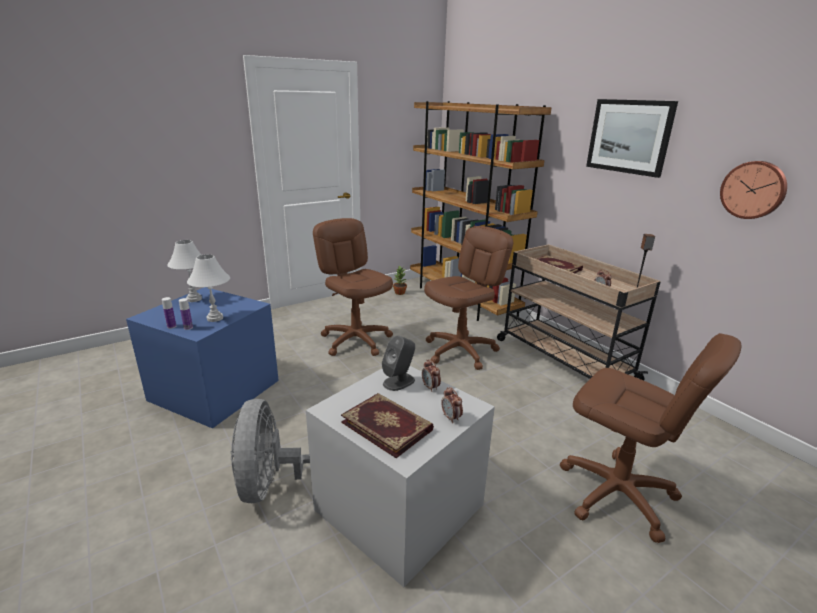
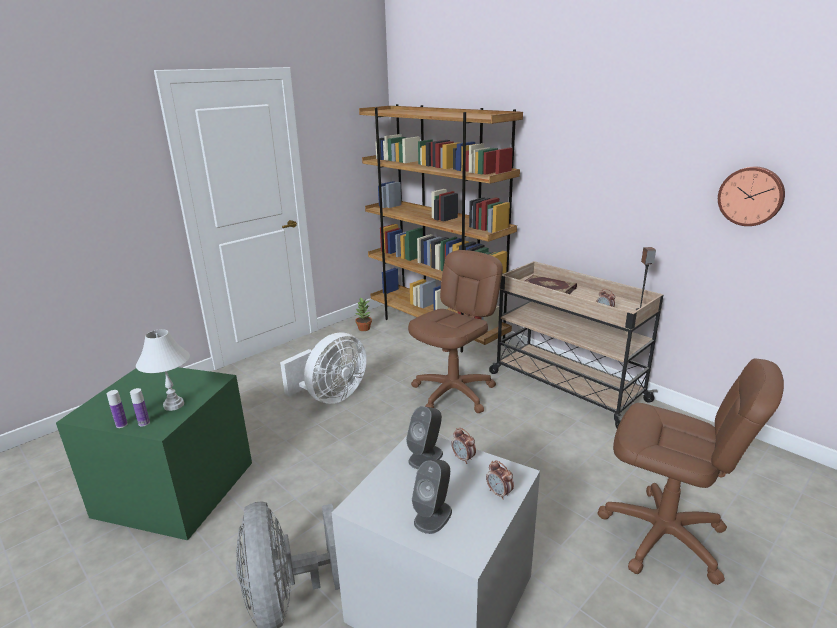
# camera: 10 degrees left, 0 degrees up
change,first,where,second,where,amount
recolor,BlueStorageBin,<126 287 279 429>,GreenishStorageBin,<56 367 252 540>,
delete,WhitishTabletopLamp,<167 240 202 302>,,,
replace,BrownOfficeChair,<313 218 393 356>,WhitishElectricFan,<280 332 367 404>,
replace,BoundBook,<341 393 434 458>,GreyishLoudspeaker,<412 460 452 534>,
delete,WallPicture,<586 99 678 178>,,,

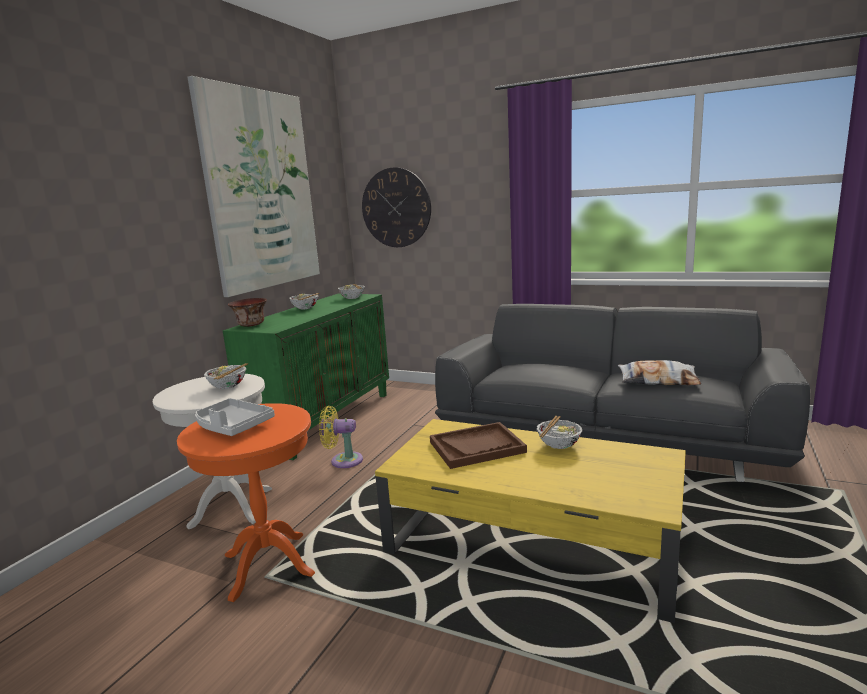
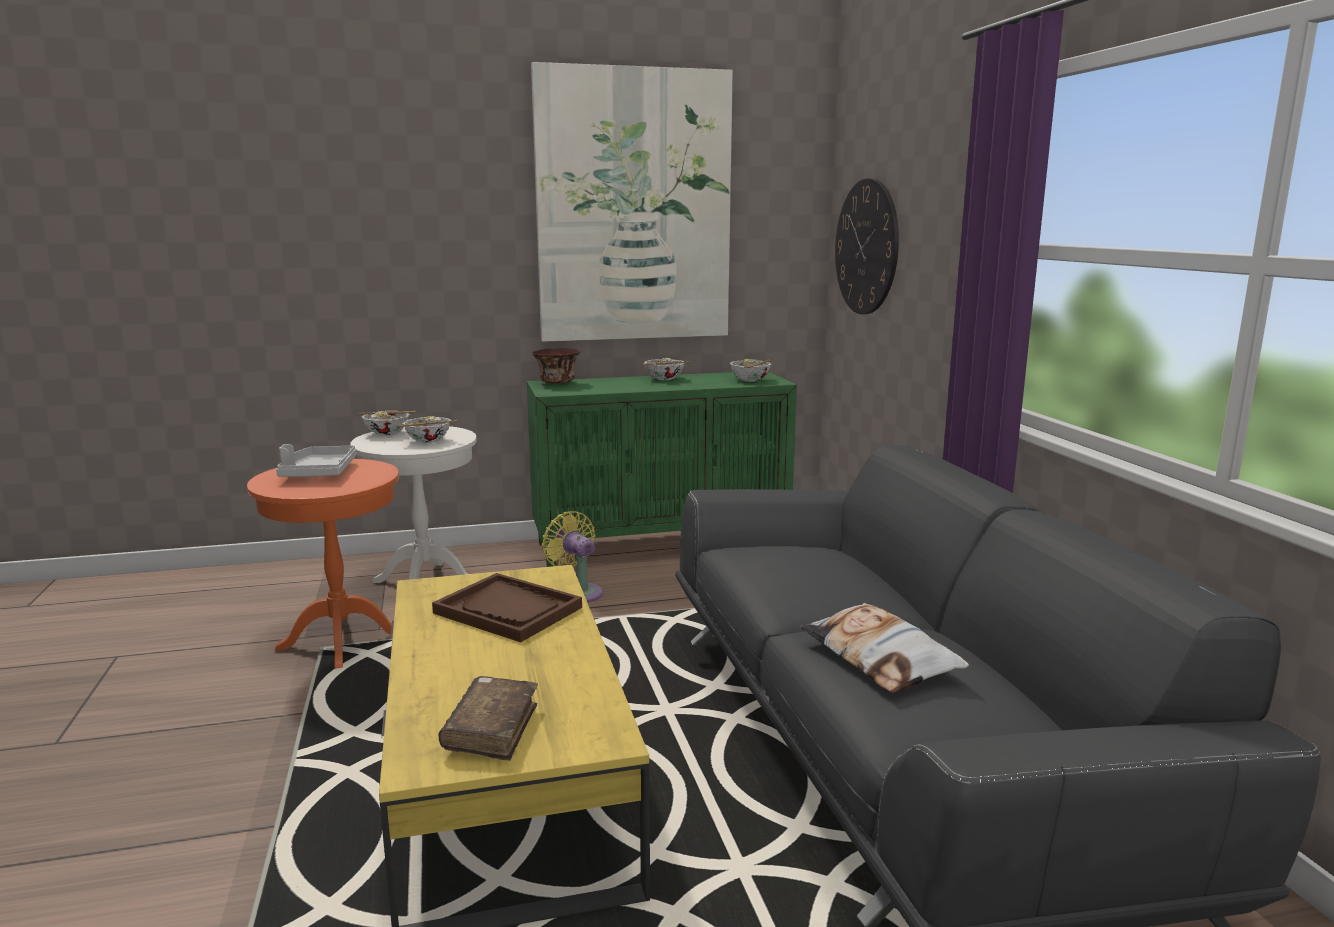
# camera: 50 degrees right, 0 degrees up
change,first,where,second,where,amount
move,Bowl,<537 416 583 449>,,<359 411 416 436>,
insert,,,BrownBoundBook,<439 676 538 761>,

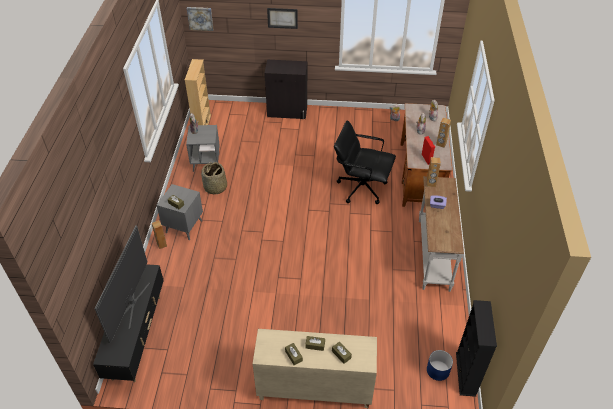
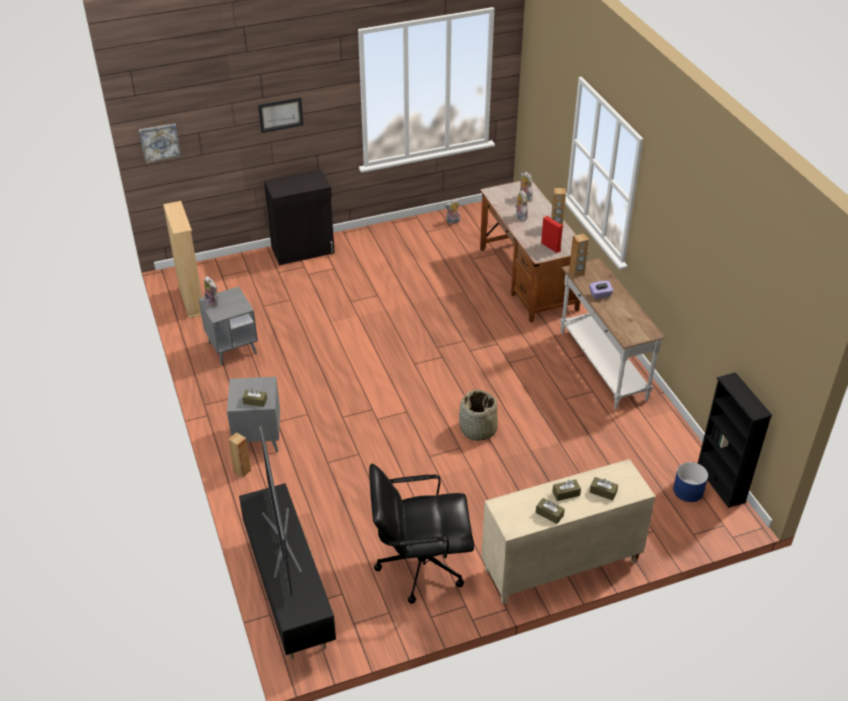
# camera: 25 degrees left, 5 degrees down
change,first,where,second,where,amount
move,Basket,<201 162 227 194>,,<459 389 498 441>,
move,BlackishOfficeChair,<334 120 396 204>,,<369 464 474 604>,

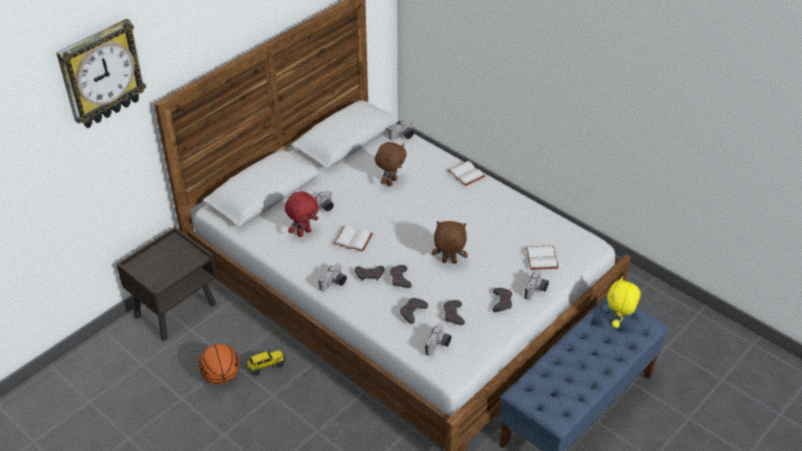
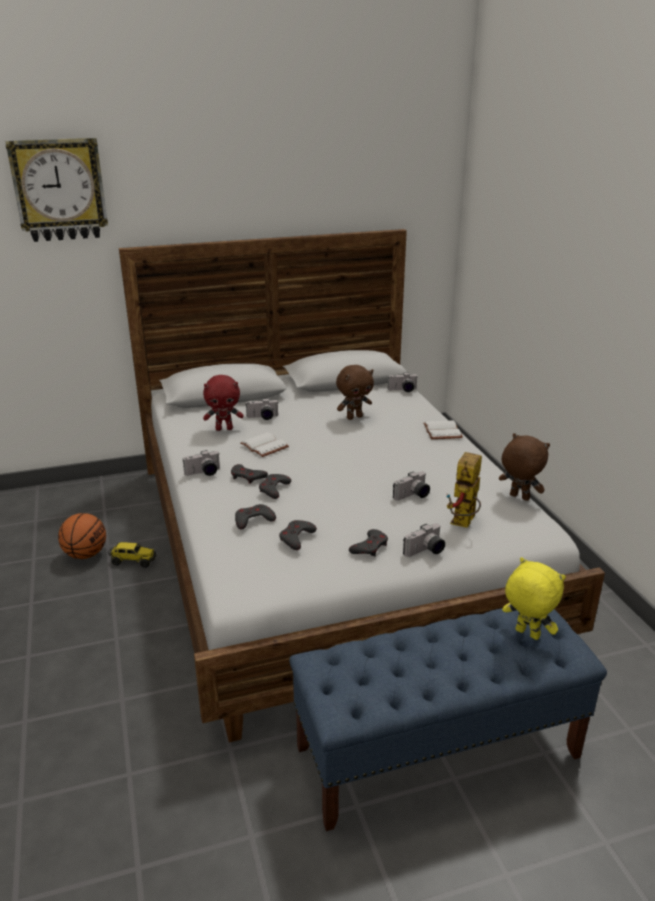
# camera: 30 degrees right, 15 degrees down
change,first,where,second,where,amount
delete,BrownNightTable,<116 227 217 341>,,,
move,StillCamera,<425 323 451 356>,,<393 471 430 501>,
move,BrownCuddlyToy,<432 221 468 264>,,<499 433 550 501>,
replace,WhitishBoundBook,<526 245 559 270>,RobotFigure,<446 452 482 528>,
rotate,YellowishCuddlyToy,<607 277 641 328>,,<502 557 566 640>,75 degrees clockwise

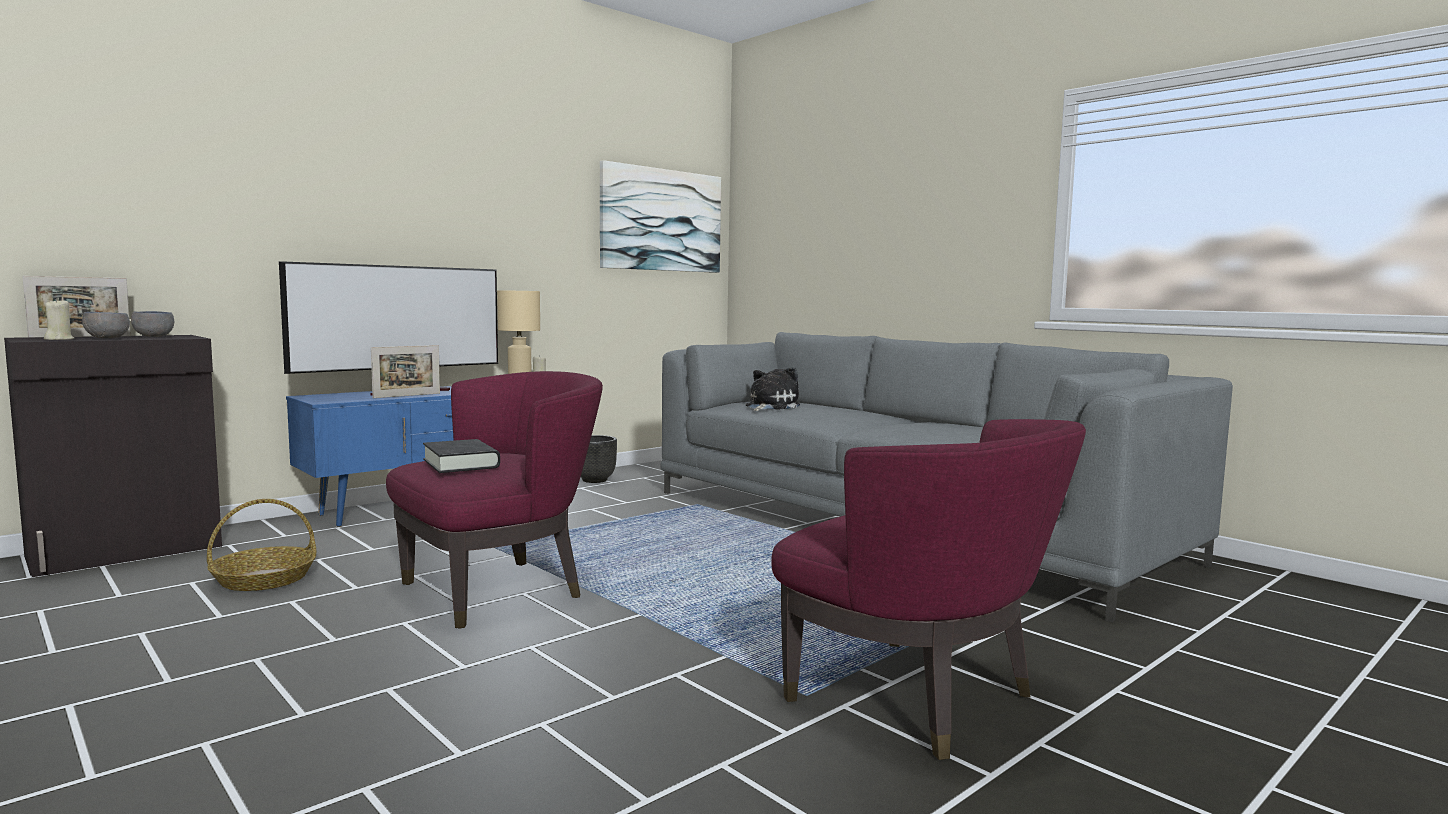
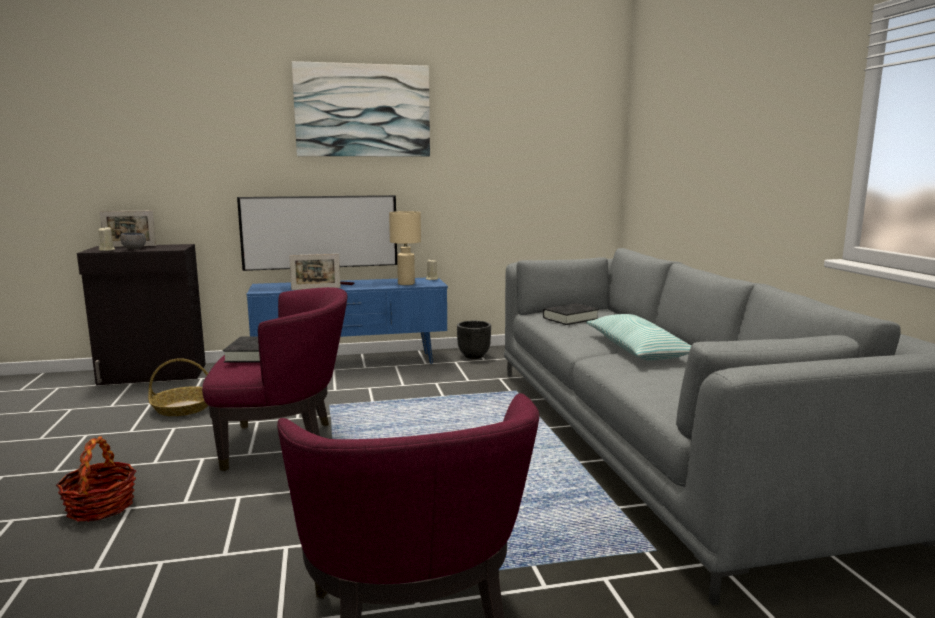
# camera: 30 degrees right, 5 degrees up
change,first,where,second,where,amount
delete,GreyishBowl,<131 311 174 337>,,,
move,WallPicture,<600 160 721 273>,,<292 61 430 157>,
replace,CuddlyToy,<745 367 800 411>,BlackishBoundBook,<543 303 599 325>,
insert,,,Basket,<56 436 136 522>,
insert,,,Cushion,<586 314 691 361>,

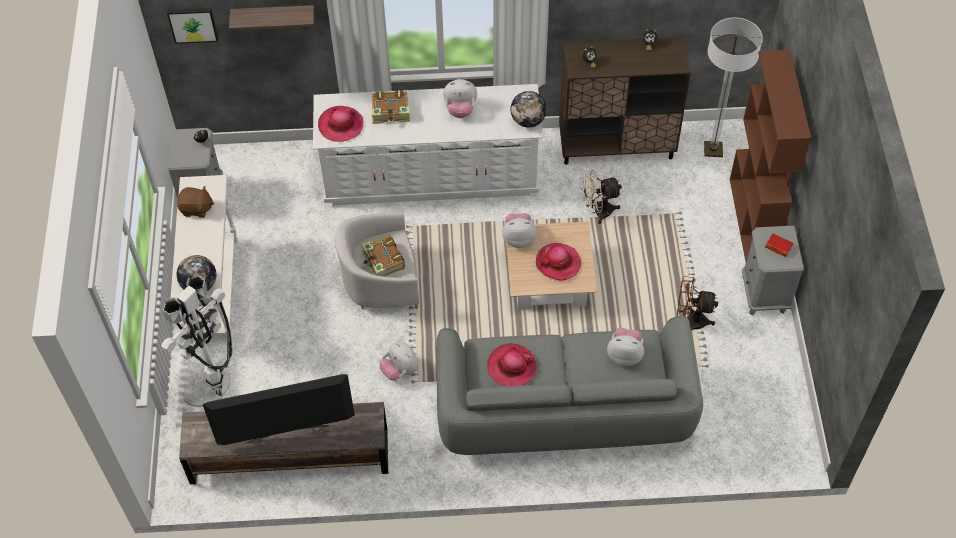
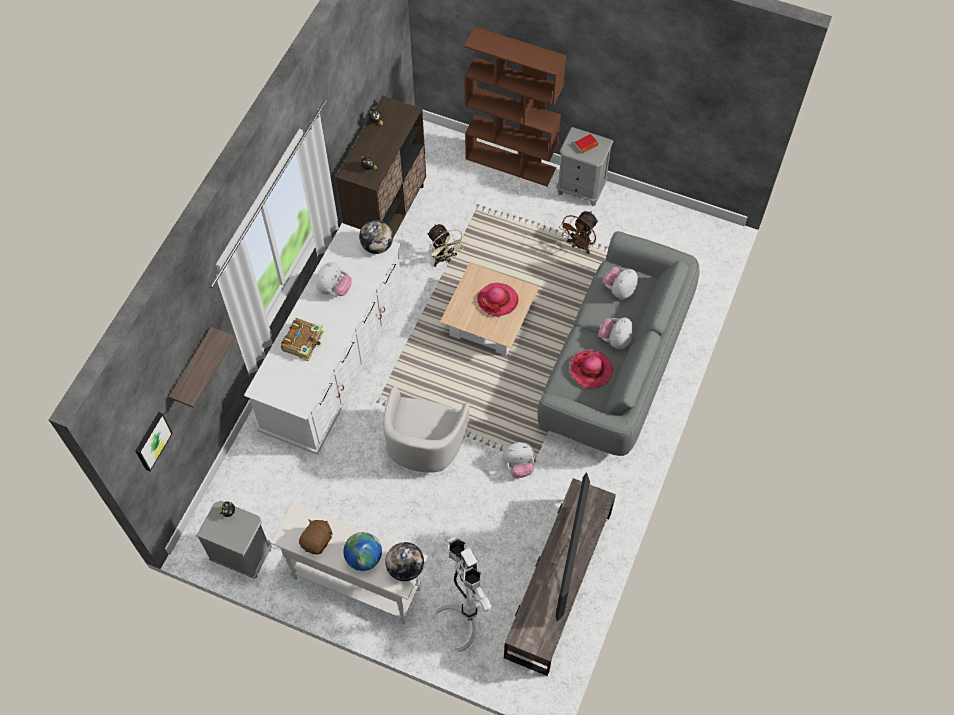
# camera: 65 degrees left, 5 degrees up
change,first,where,second,where,amount
delete,WearableHat,<318 106 363 142>,,,
delete,BoundBook,<362 235 405 277>,,,
move,CuddlyToy,<502 213 537 248>,,<598 317 633 349>,
rotate,BeigeElectricFan,<581 170 622 224>,,<427 224 466 267>,45 degrees counterclockwise
delete,FloorLamp,<704 17 763 157>,,,
insert,,,DeskGlobe,<343 532 382 571>,

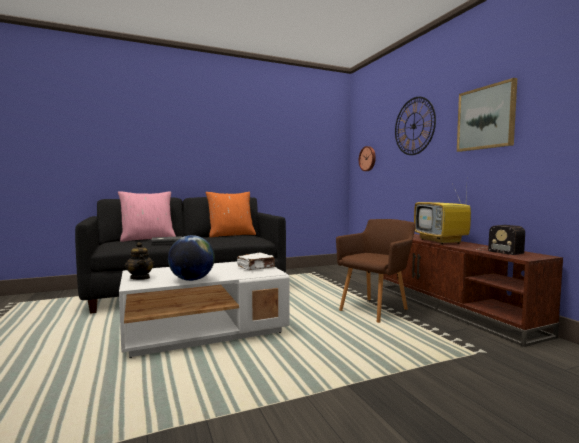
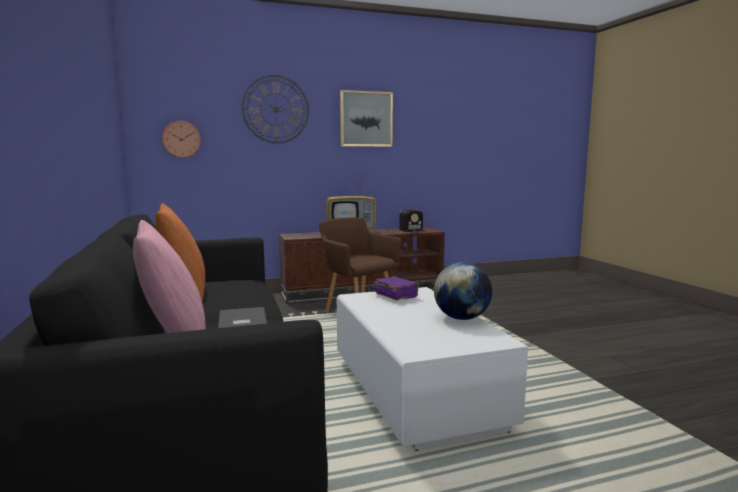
# camera: 85 degrees left, 5 degrees up
change,first,where,second,where,amount
delete,TeaPot,<125 242 154 280>,,,
recolor,WhitishBoundBook,<237 253 275 270>,PurplishBoundBook,<373 276 420 300>,

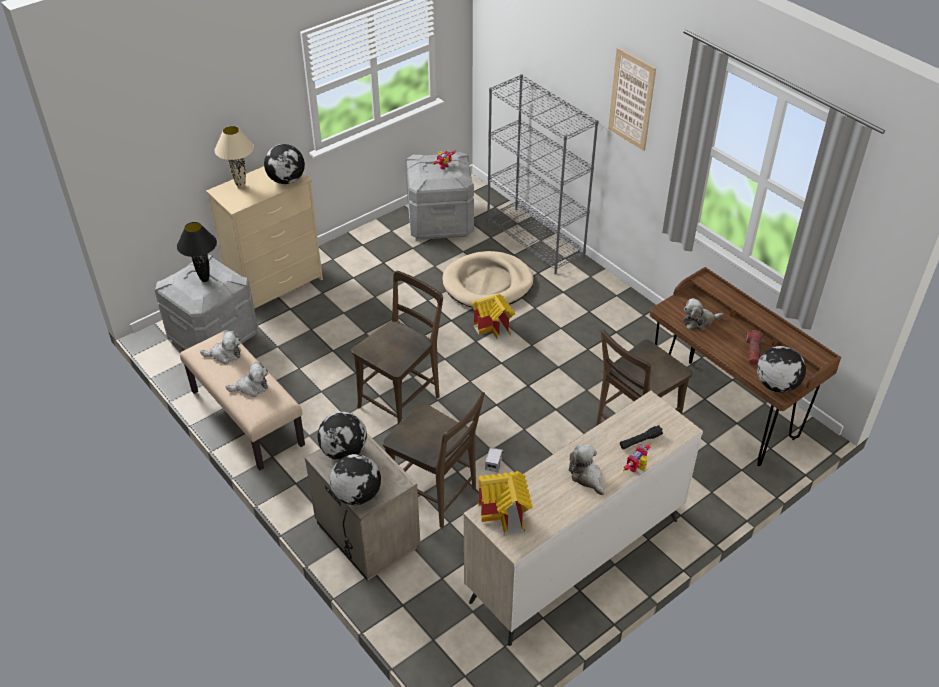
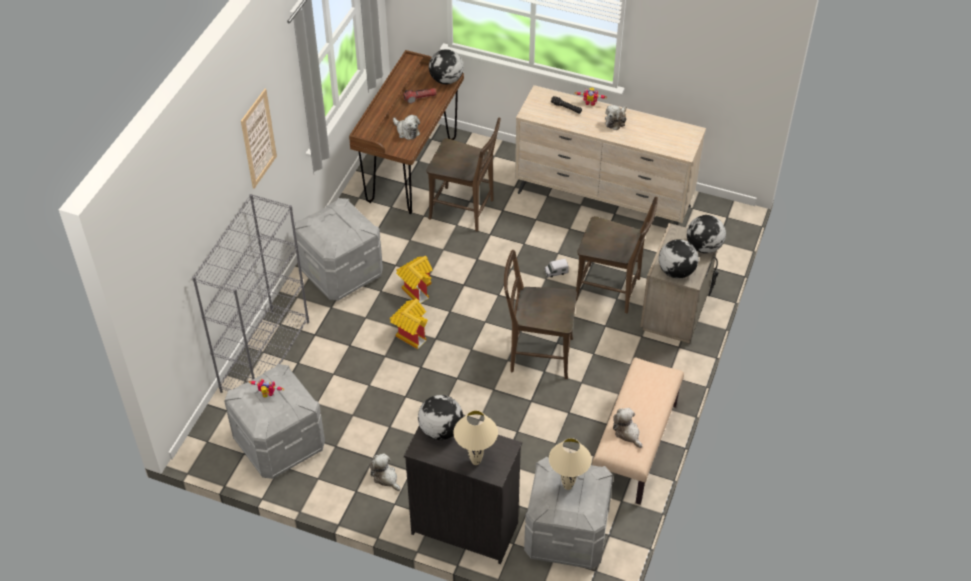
# camera: 120 degrees left, 5 degrees up
change,first,where,second,where,amount
recolor,BlackishTabletopLamp,<177 222 217 282>,BeigeTabletopLamp,<549 438 592 490>,
recolor,BeigeDrawerChest,<206 166 323 309>,BlackishDrawerChest,<404 426 522 564>,
move,CuddlyToy,<225 362 268 397>,,<370 453 401 491>,
rotate,BrownChair,<383 392 485 528>,,<576 197 658 313>,105 degrees clockwise
delete,BeigeDogCushion,<442 251 534 308>,,,
move,MiniatureHouse,<478 471 533 535>,,<396 256 432 303>,
insert,,,GreyishStorageBin,<295 198 383 301>,

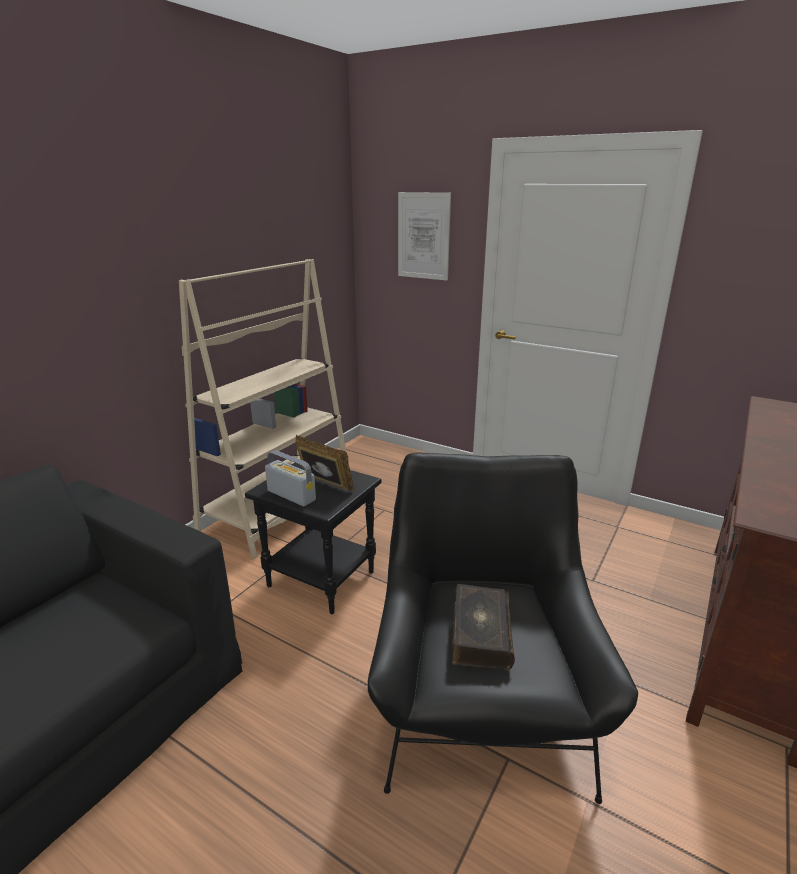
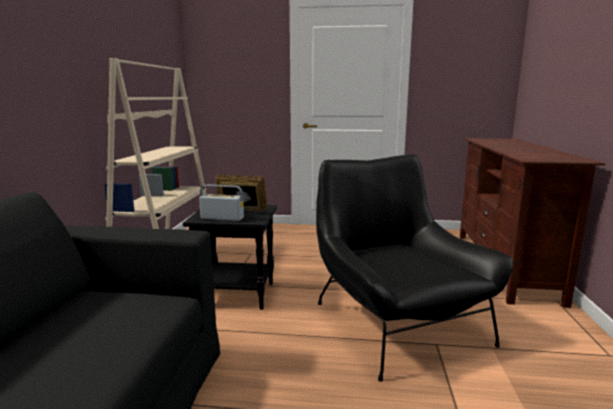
# camera: 25 degrees left, 10 degrees down
change,first,where,second,where,amount
delete,WallPicture,<398 192 451 280>,,,
delete,BoundBook,<452 584 515 671>,,,

